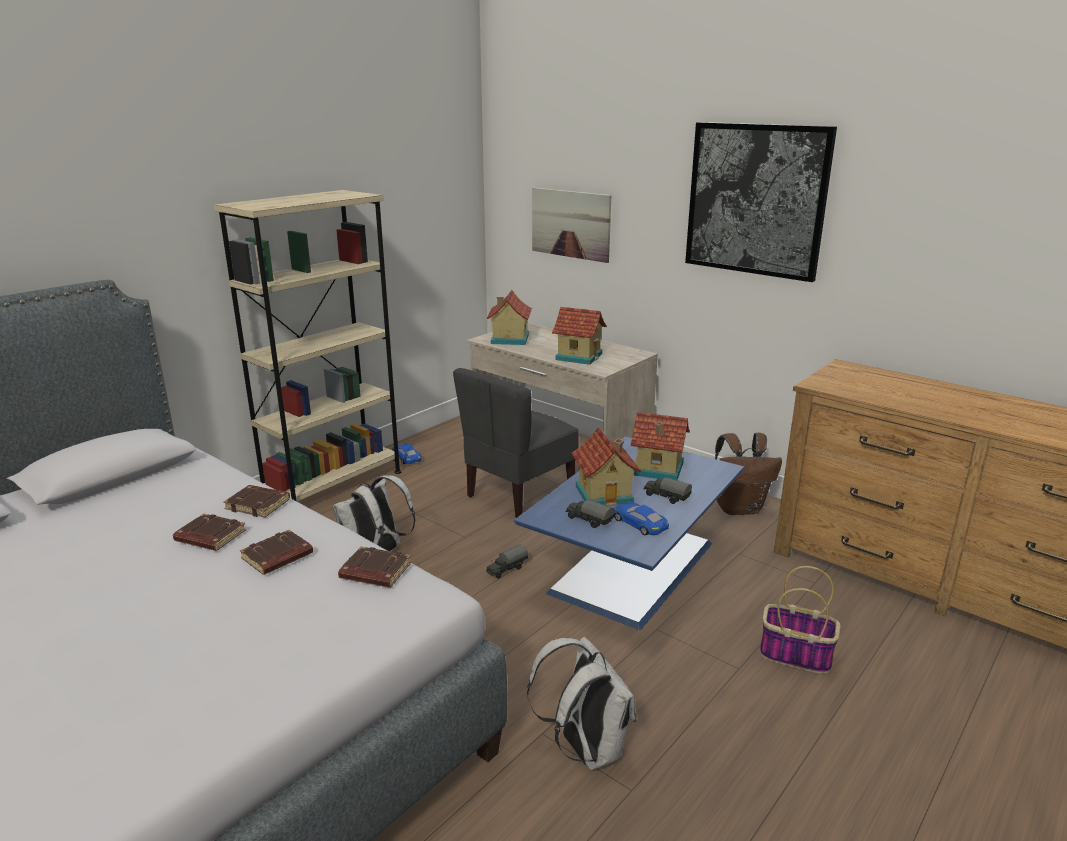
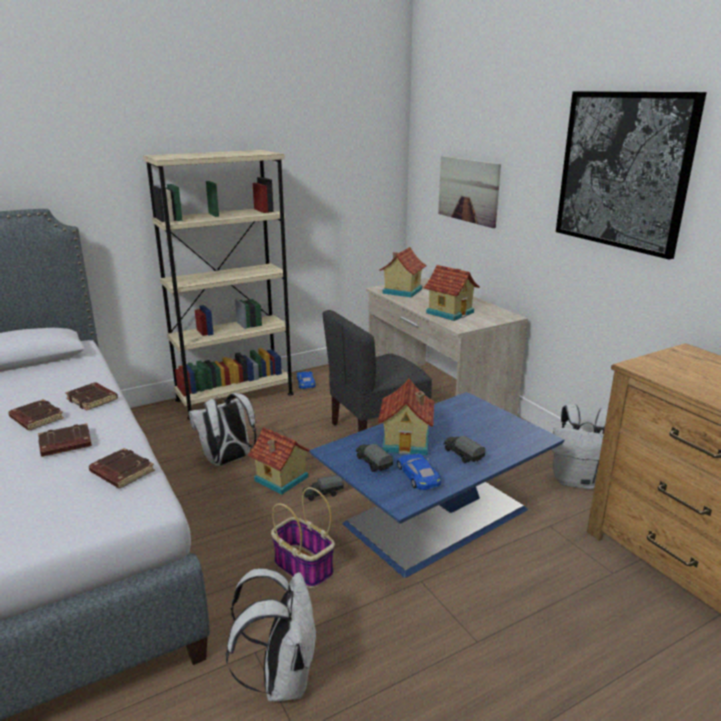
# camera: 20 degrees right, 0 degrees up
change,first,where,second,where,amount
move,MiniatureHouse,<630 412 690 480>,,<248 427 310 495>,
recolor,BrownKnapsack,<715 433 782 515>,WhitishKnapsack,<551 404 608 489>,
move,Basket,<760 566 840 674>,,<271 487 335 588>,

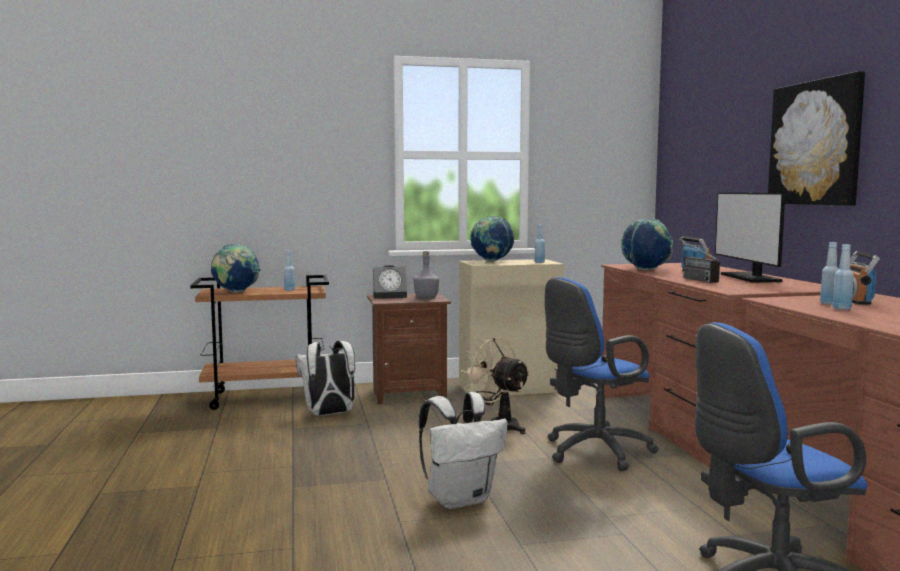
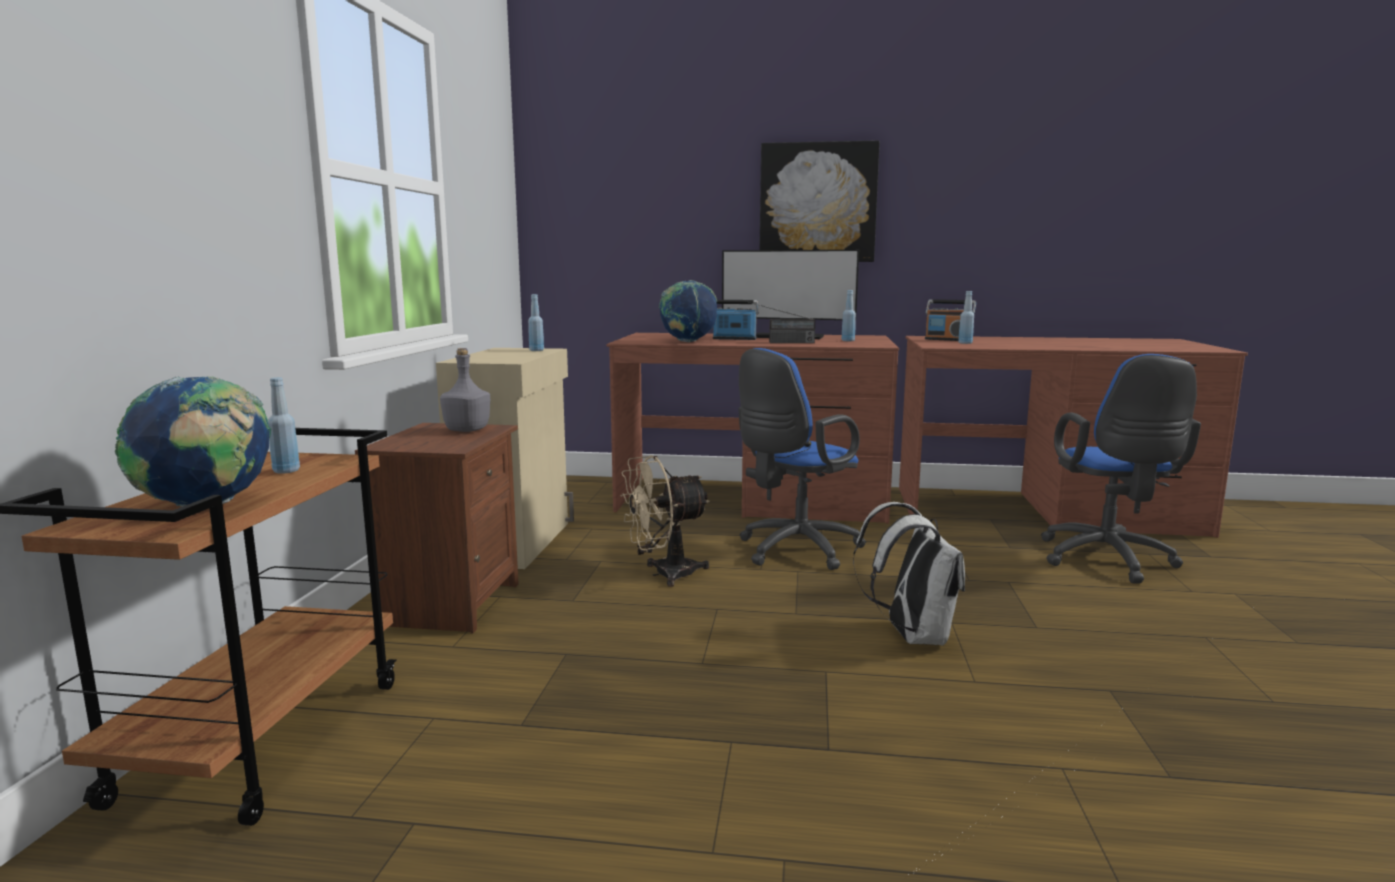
# camera: 70 degrees left, 5 degrees up
change,first,where,second,where,amount
delete,WhitishKnapsack,<296 341 355 416>,,,
delete,BedsideClock,<373 265 407 299>,,,
delete,DeskGlobe,<470 216 514 261>,,,
rotate,BlueOfficeChair,<545 277 658 471>,,<738 348 866 570>,60 degrees clockwise
move,BlueBeverageBottle,<833 245 854 310>,,<841 290 856 341>,

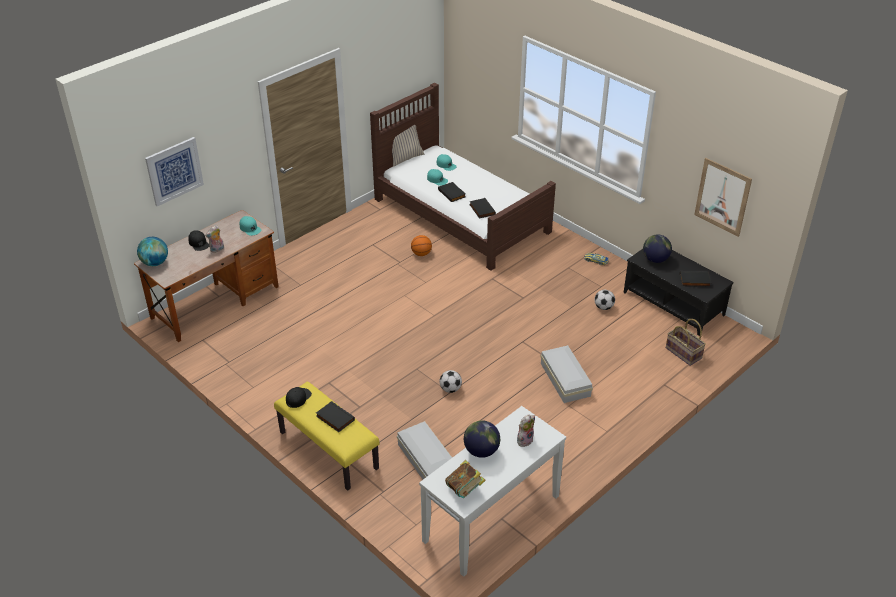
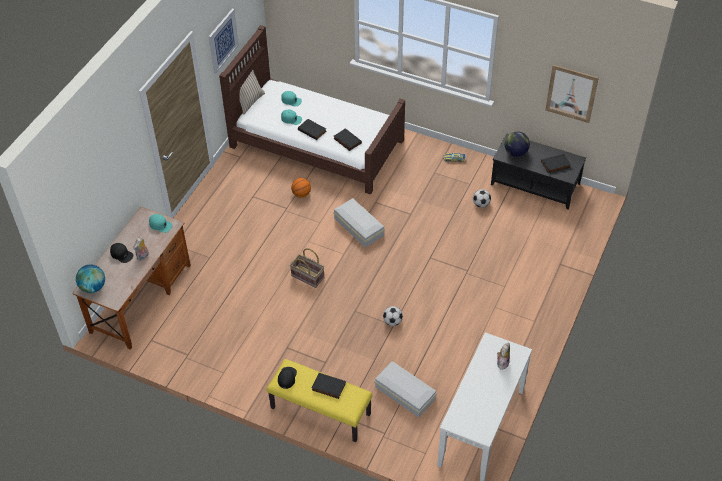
# camera: 20 degrees left, 10 degrees up
change,first,where,second,where,amount
move,WallPicture,<145 137 204 206>,,<209 8 239 74>,
delete,BoundBook,<445 460 486 498>,,,
delete,DeskGlobe,<464 420 500 458>,,,
move,WhitishStorageBin,<540 345 593 403>,,<333 198 385 248>,
move,Basket,<666 319 706 366>,,<290 248 324 288>,

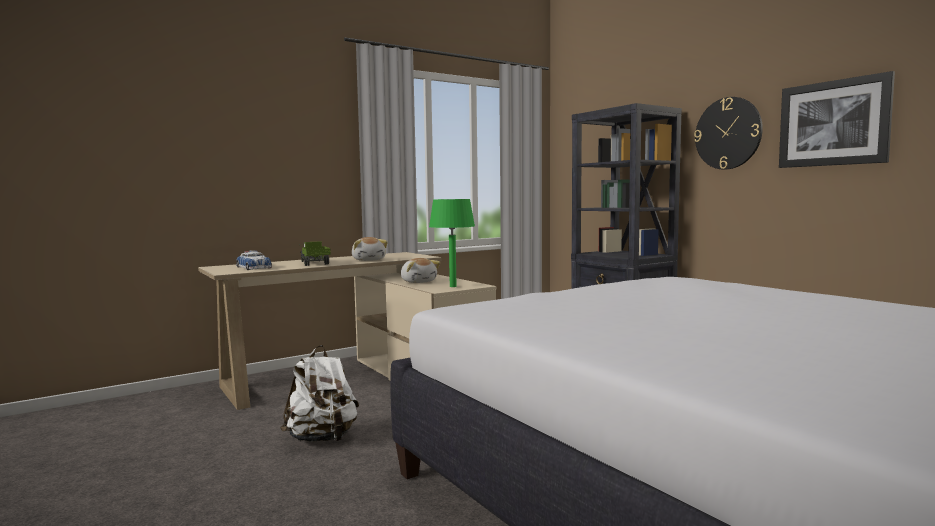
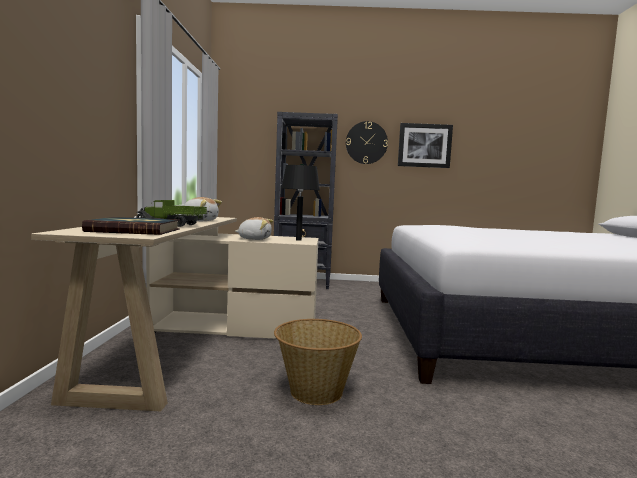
# camera: 55 degrees left, 0 degrees up
change,first,where,second,where,amount
replace,ModelCar,<236 250 272 270>,BoundBook,<82 217 180 235>,
replace,WhitishKnapsack,<280 345 359 442>,Basket,<274 319 362 405>,
recolor,GreenishTabletopLamp,<429 199 475 287>,BlackishTabletopLamp,<281 165 320 241>,

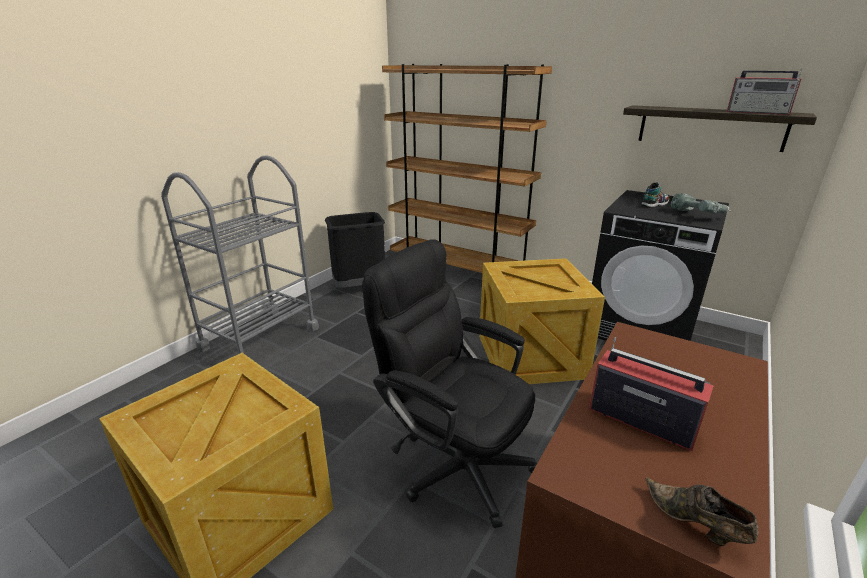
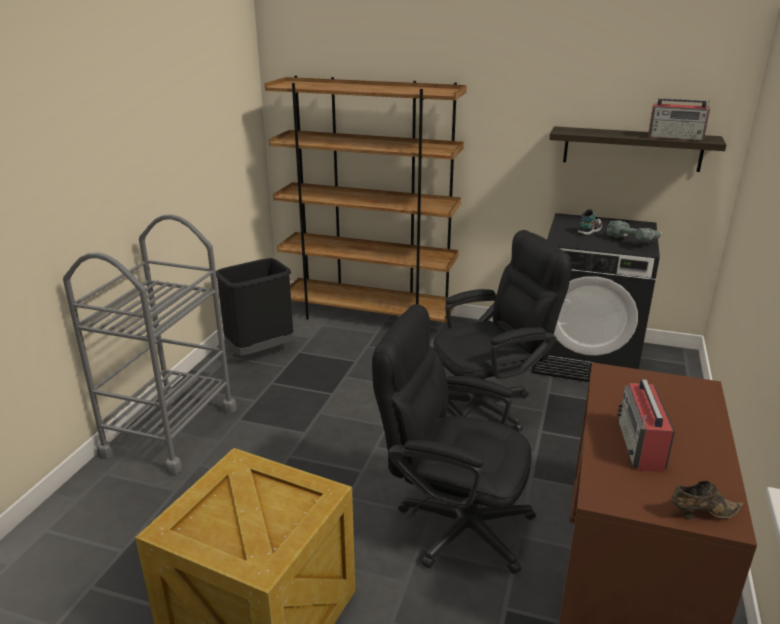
# camera: 15 degrees left, 0 degrees up
change,first,where,second,where,amount
replace,ShippingCrate,<479 258 605 384>,BlackishOfficeChair,<433 230 572 432>,
rotate,RadioSet,<589 337 714 451>,,<617 379 675 472>,105 degrees counterclockwise
rotate,BrownLowShoe,<645 477 759 546>,,<671 481 744 519>,135 degrees clockwise

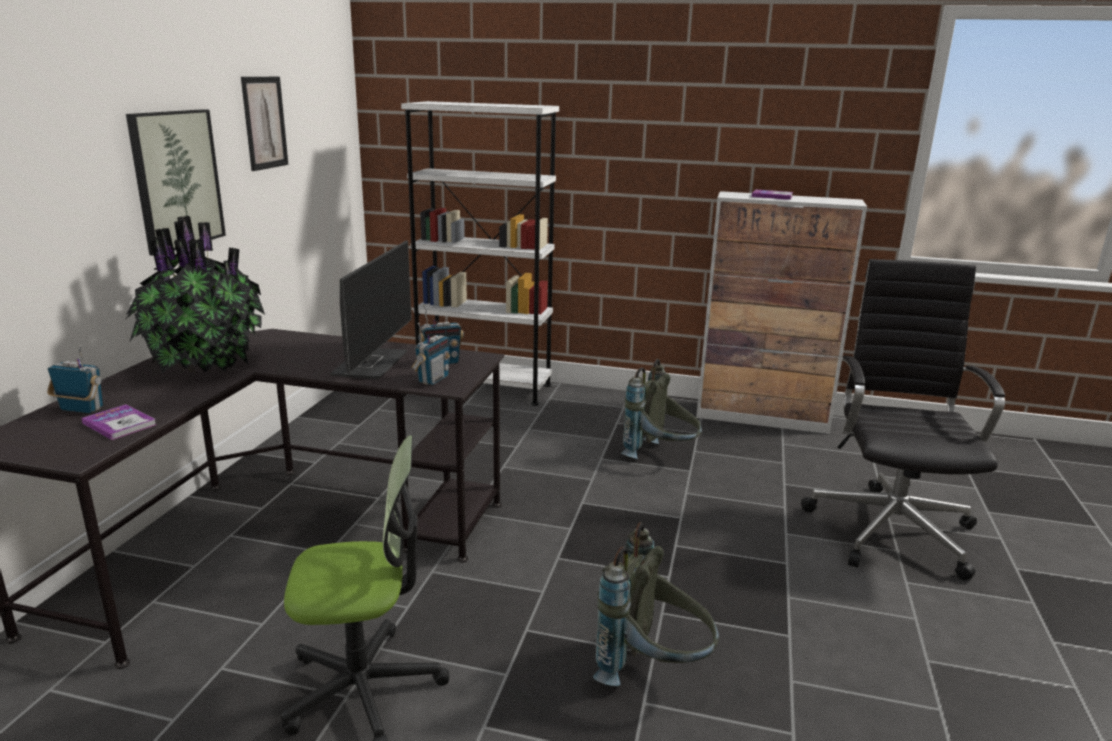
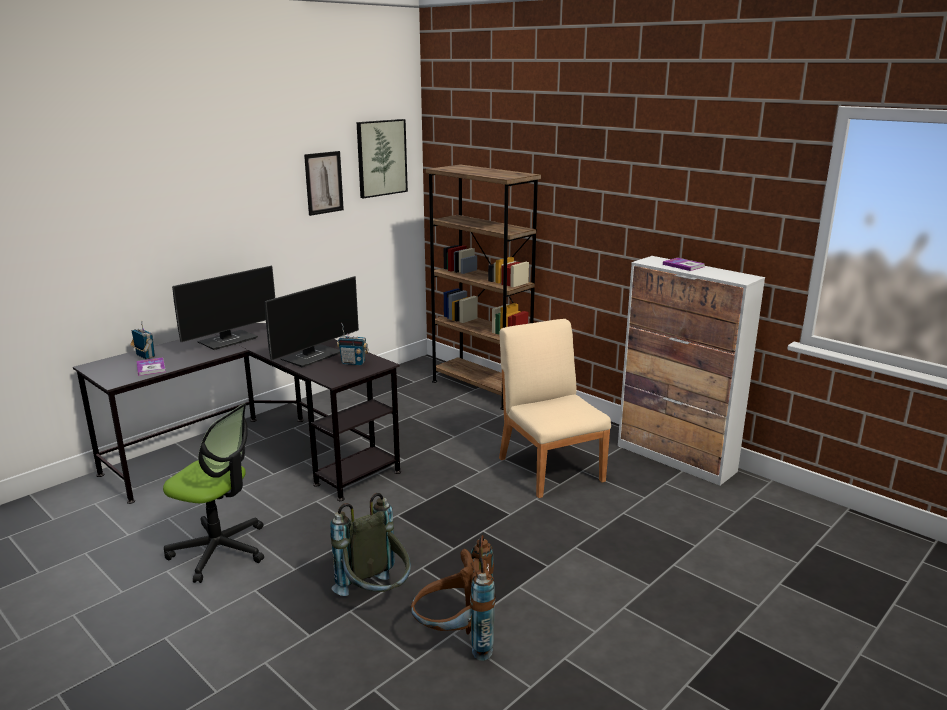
# camera: 30 degrees right, 0 degrees up
change,first,where,second,where,amount
move,WallPicture,<126 109 226 256>,,<357 119 408 199>,
replace,PottedPlant,<126 216 265 373>,ComputerDisplay,<172 265 275 350>,
recolor,WhitishBookcase,<401 101 559 406>,BrownBookcase,<426 165 541 410>,
delete,RadioSet,<412 323 450 385>,,,
replace,GreyishKnapsack,<621 359 702 459>,BeigeChair,<499 319 611 498>,
delete,BlackishOfficeChair,<801 259 1005 580>,,,
insert,,,BrownKnapsack,<411 535 495 661>,

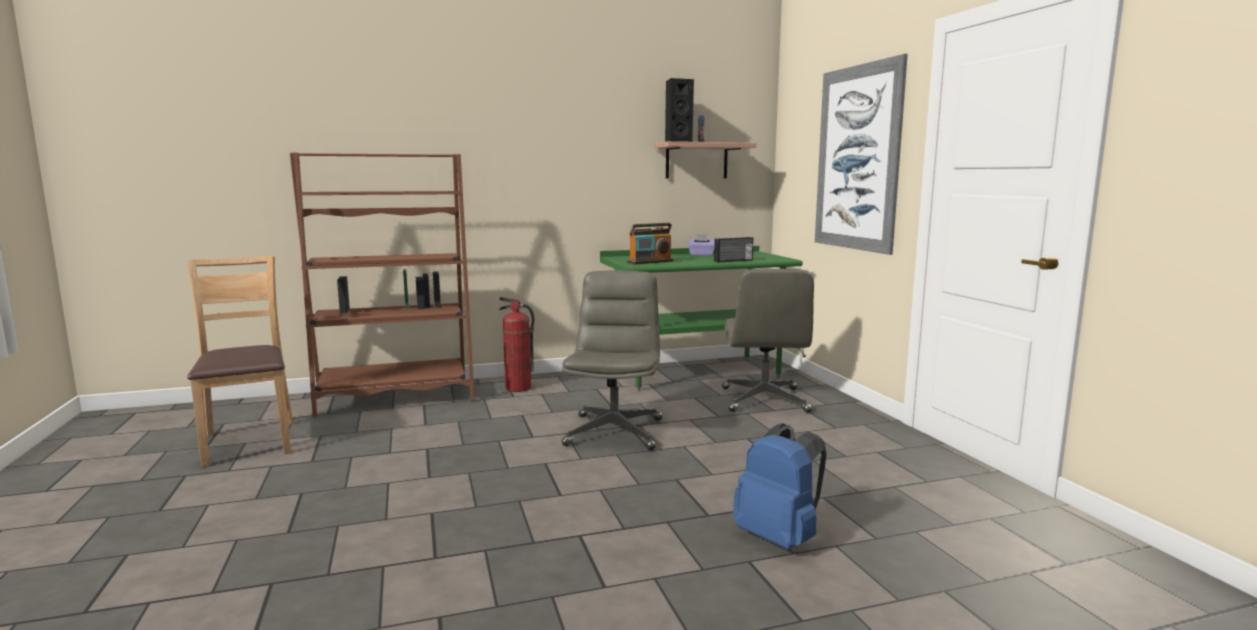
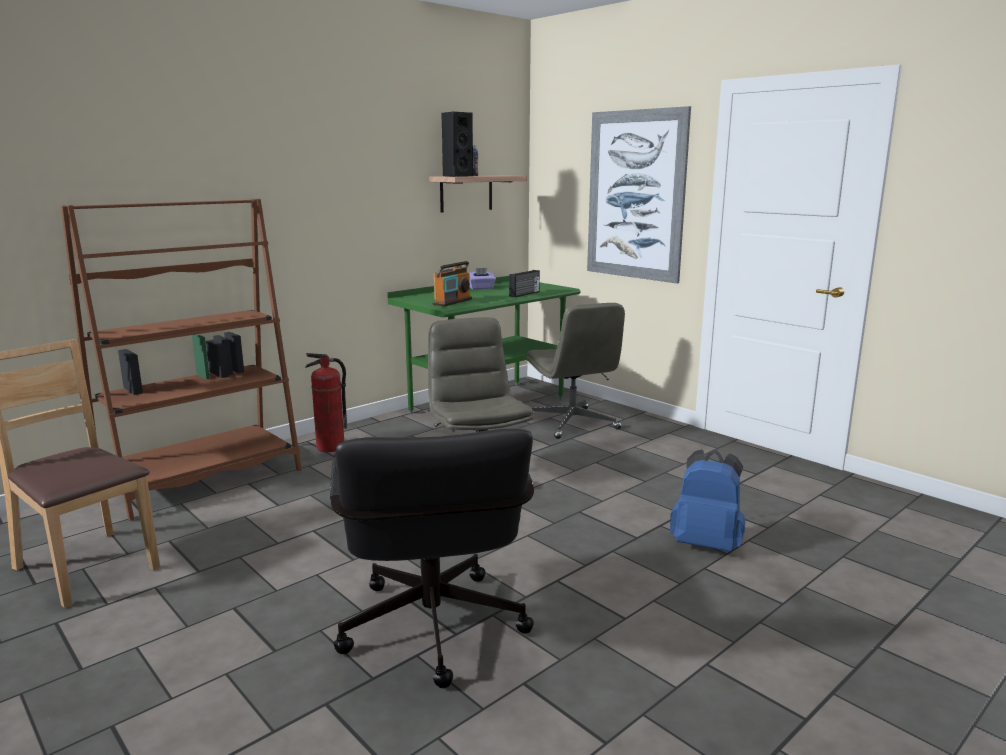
# camera: 25 degrees left, 5 degrees up
change,first,where,second,where,amount
insert,,,BlackishOfficeChair,<330 429 534 688>,

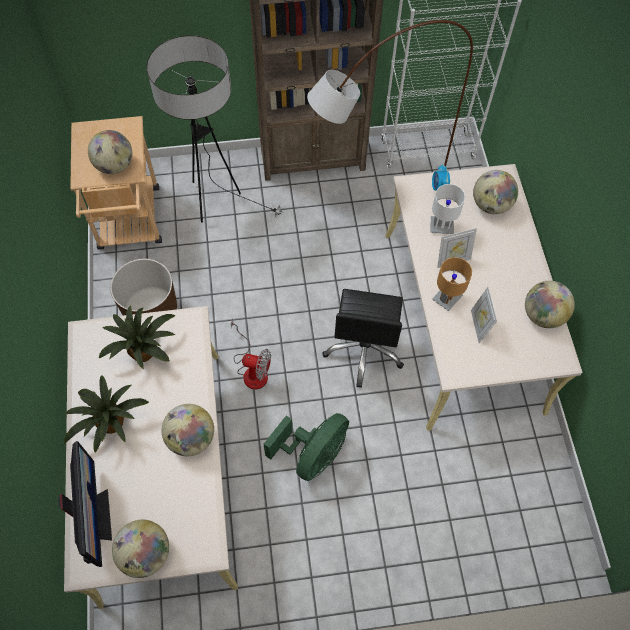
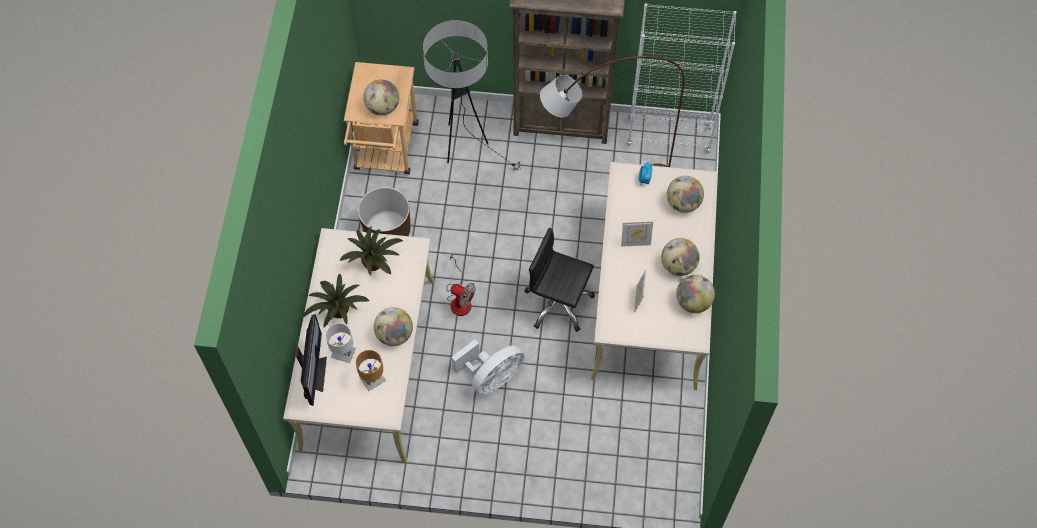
# camera: 15 degrees right, 0 degrees up
change,first,where,second,where,amount
move,DeskGlobe,<112 520 169 578>,,<661 238 700 276>,
recolor,GreenishElectricFan,<264 413 349 481>,WhitishElectricFan,<452 340 524 395>,
rotate,BlackishOfficeChair,<322 289 404 388>,,<525 227 595 332>,90 degrees clockwise
move,WhitishTabletopLamp,<431 184 465 234>,,<325 323 356 363>,
move,BrownTabletopLamp,<432 257 472 311>,,<356 350 386 391>,

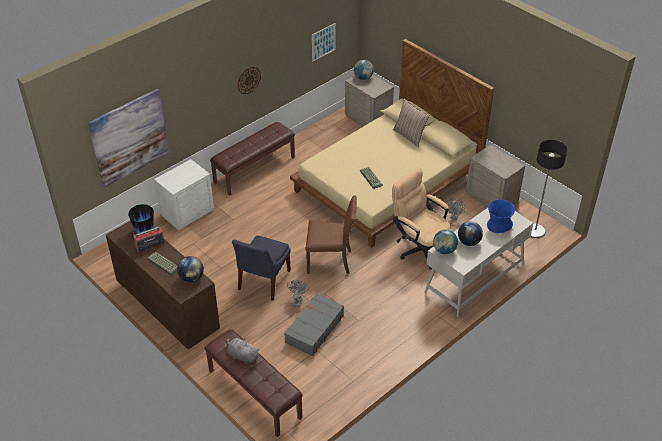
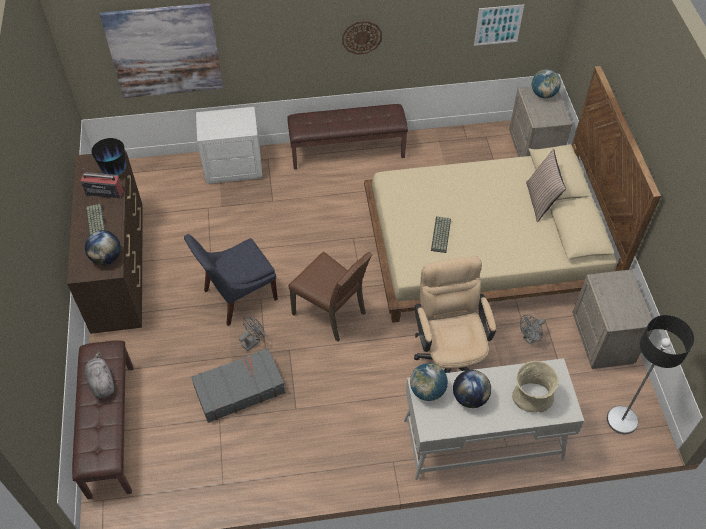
# camera: 35 degrees right, 10 degrees up
change,first,where,second,where,amount
recolor,BlueDecorativeVase,<487 200 515 233>,BeigeDecorativeVase,<512 361 559 413>,

